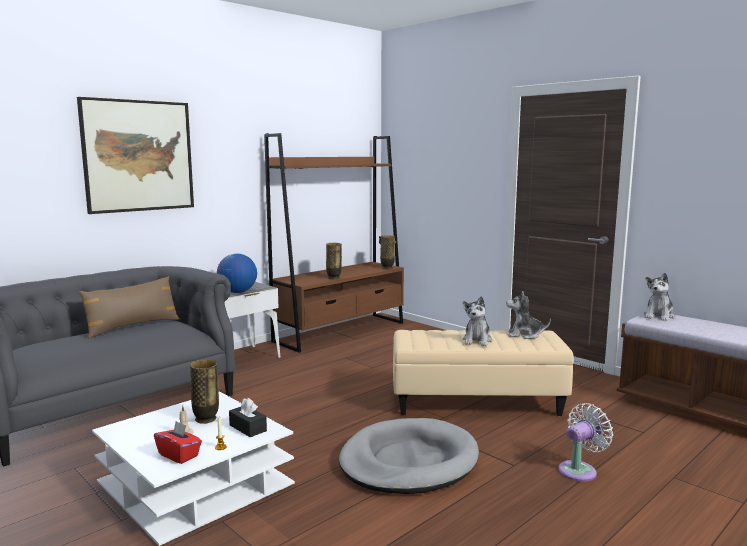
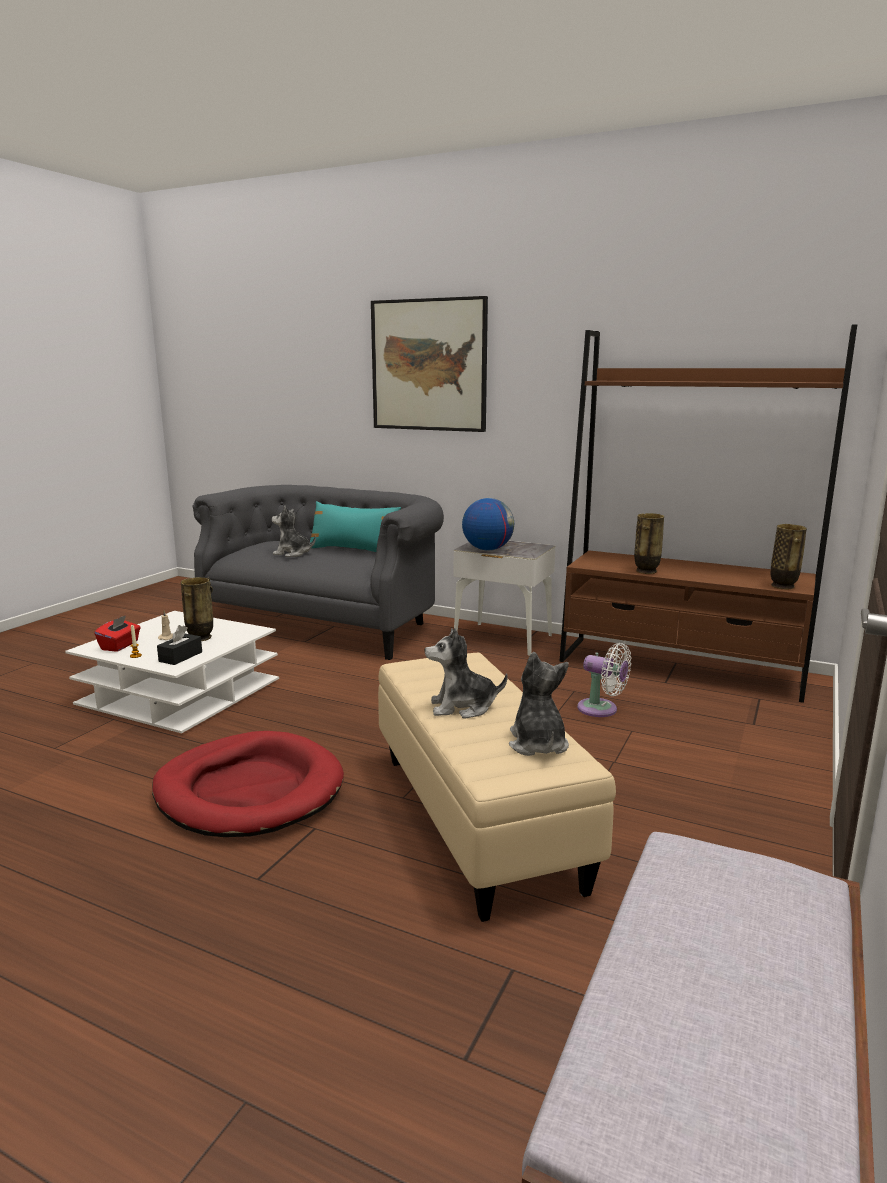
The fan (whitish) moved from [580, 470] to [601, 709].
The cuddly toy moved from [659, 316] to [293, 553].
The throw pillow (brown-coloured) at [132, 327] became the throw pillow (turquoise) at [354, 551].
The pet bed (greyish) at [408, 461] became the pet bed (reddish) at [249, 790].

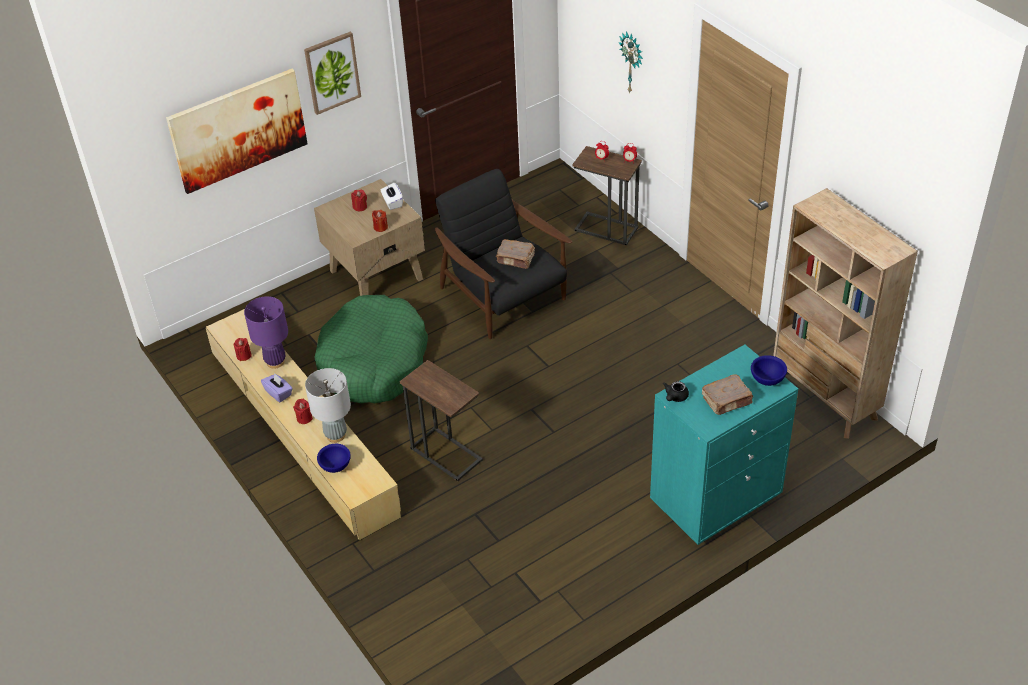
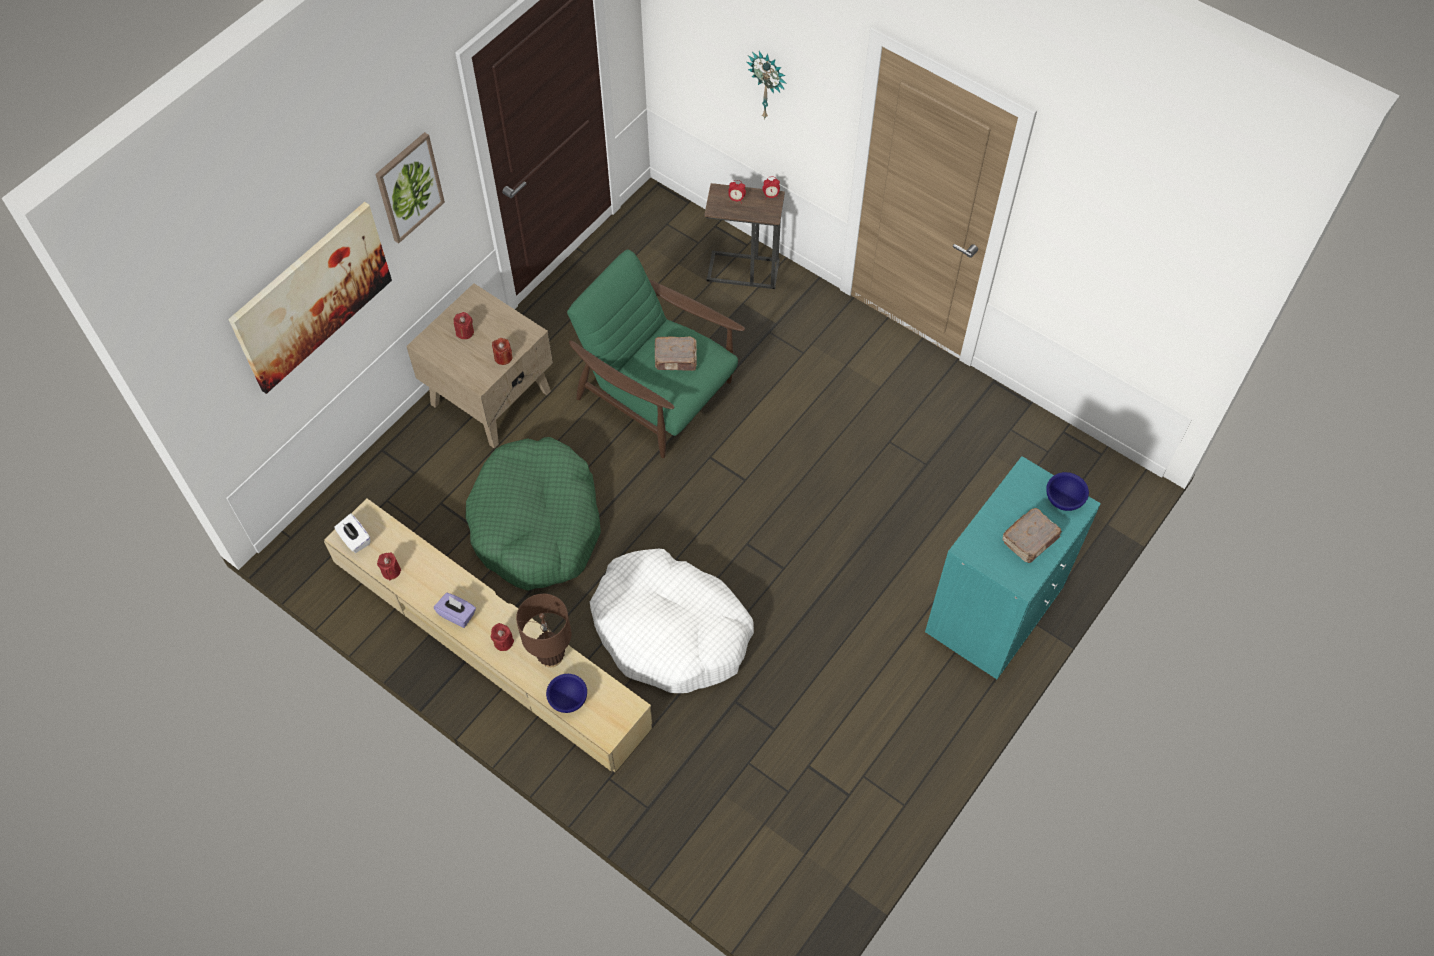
The tabletop lamp (purplish) at [275, 362] disappeared.
The tea pot (black) at [675, 397] disappeared.
The bookcase (beige) at [824, 398] disappeared.
The box of tissues (whitish) moved from [392, 203] to [355, 539].
The side table (brown-coloured) at [445, 454] was replaced by the pet bed (whitish) at [671, 630].
The tabletop lamp (greyish) at [335, 435] became the tabletop lamp (brown-coloured) at [551, 656].
The easy chair (black) at [504, 296] became the easy chair (green) at [657, 394].

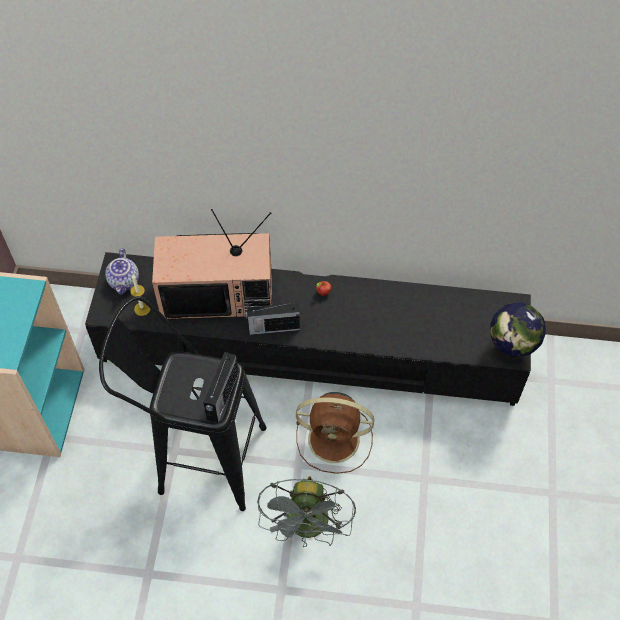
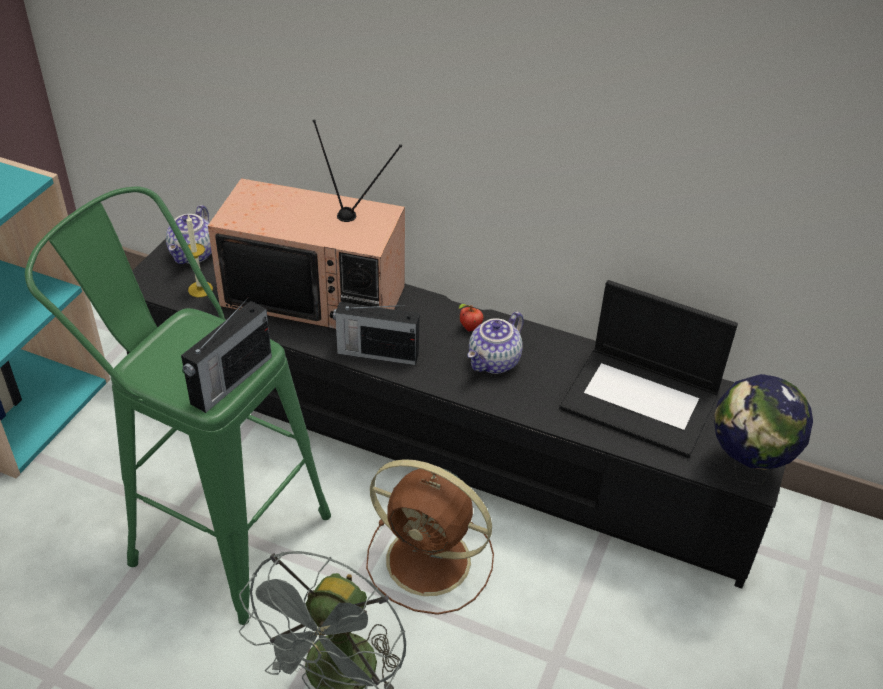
The tea pot at [495, 362] appeared.
The laptop at [641, 401] appeared.
The sitting stool (black) at [200, 456] became the sitting stool (green) at [214, 530].

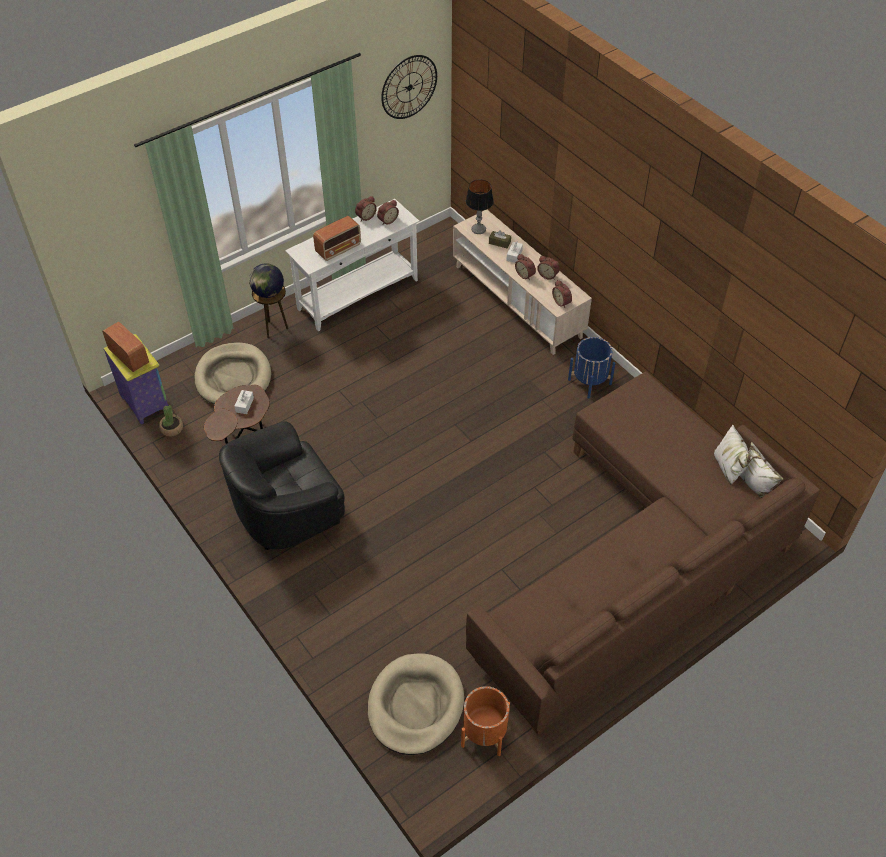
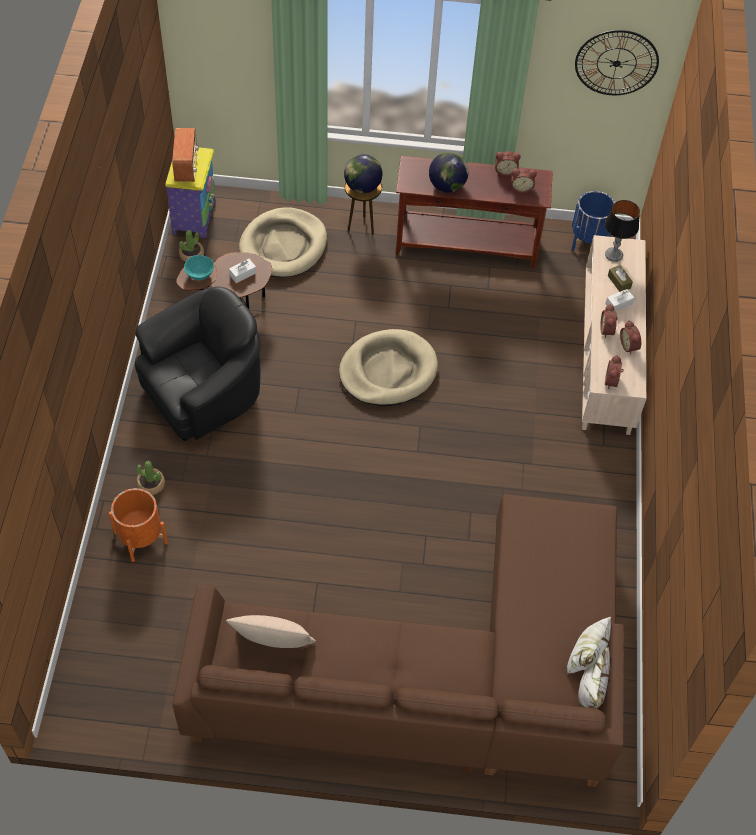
The houseplant at [151, 485] appeared.
The bowl (turquoise) at [199, 274] appeared.
The throw pillow (beige) at [273, 647] appeared.
The pet bed (beige) moved from [415, 706] to [388, 371].
The planter (orange) moved from [484, 733] to [140, 537].
The planter (blue-coloured) moved from [589, 382] to [588, 239].
The radio at [339, 249] was replaced by the world globe at [447, 186].
The narrow table (whitish) at [358, 294] became the narrow table (brown-coloured) at [467, 244].
The easy chair (black) at [287, 512] turned 135 degrees clockwise.

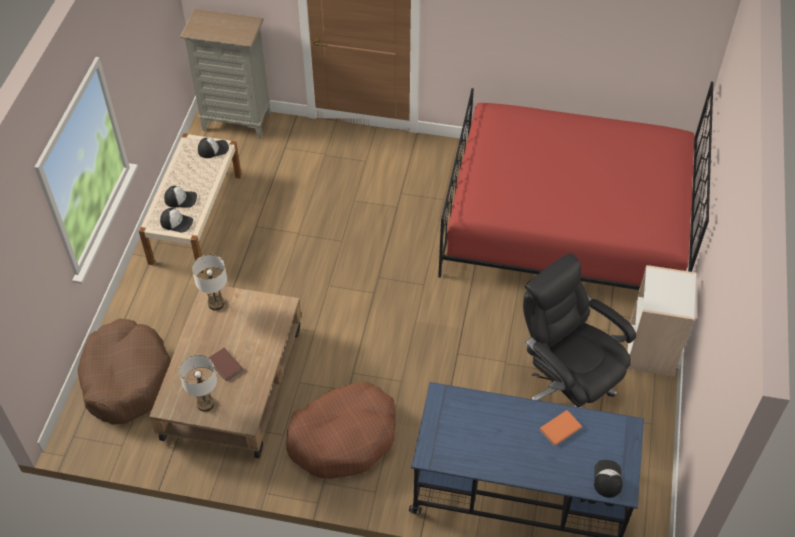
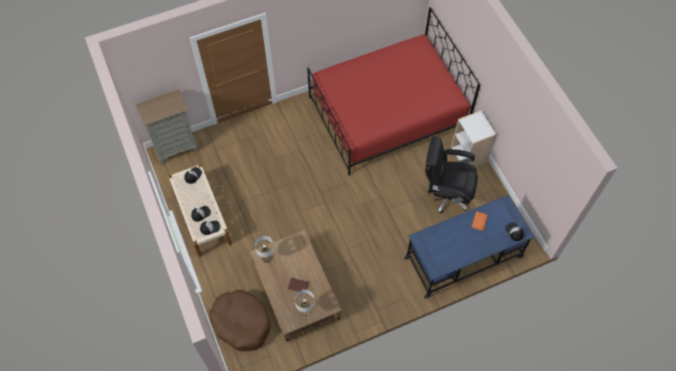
The pet bed (brown-coloured) at [344, 437] disappeared.

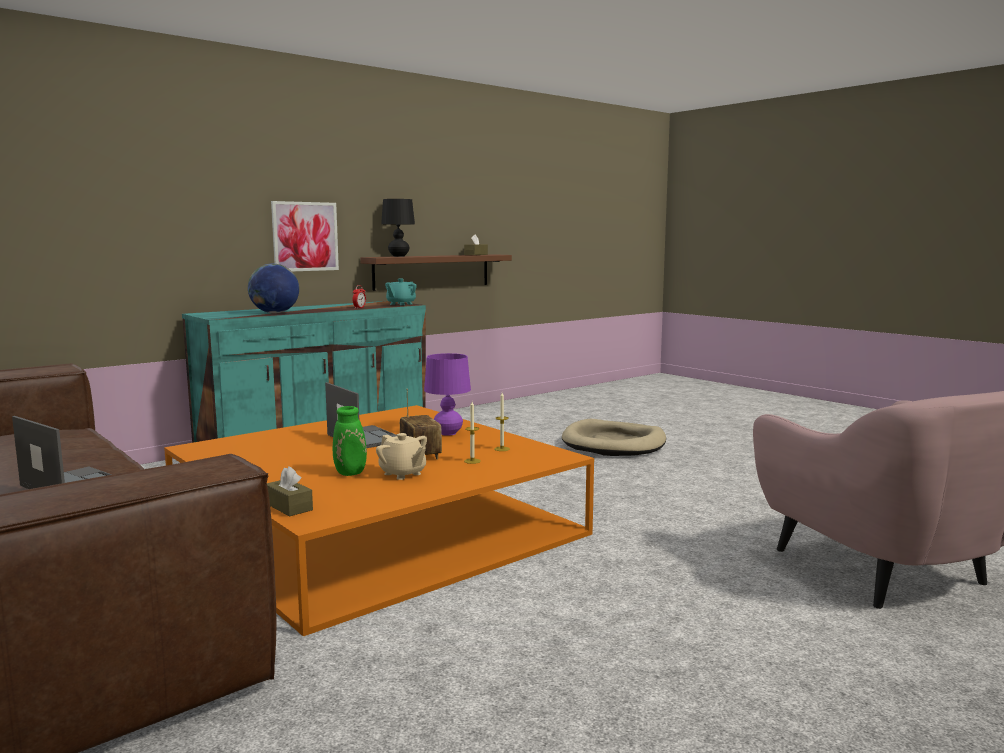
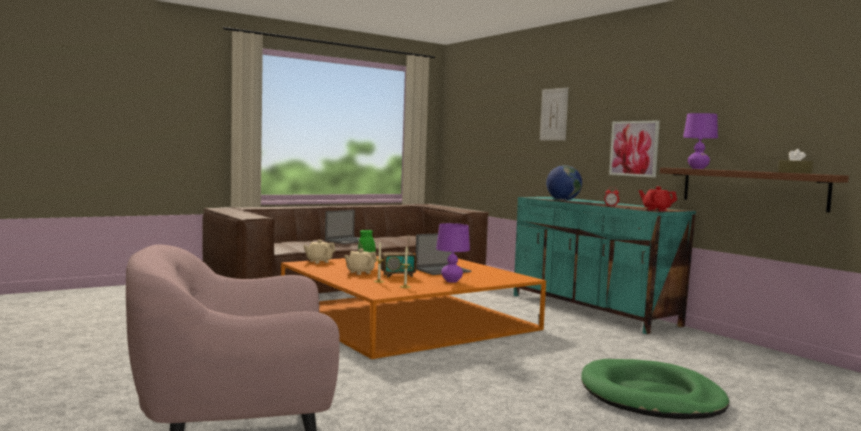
The wall art at [554, 114] appeared.
The box of tissues (brown-coloured) at [289, 507] was replaced by the tea pot (beige) at [319, 261].
The tabletop lamp (black) at [398, 256] became the tabletop lamp (purplish) at [698, 168].
The tea pot (turquoise) at [401, 304] became the tea pot (reddish) at [656, 210].
The pet bed (beige) at [614, 443] became the pet bed (green) at [651, 396].

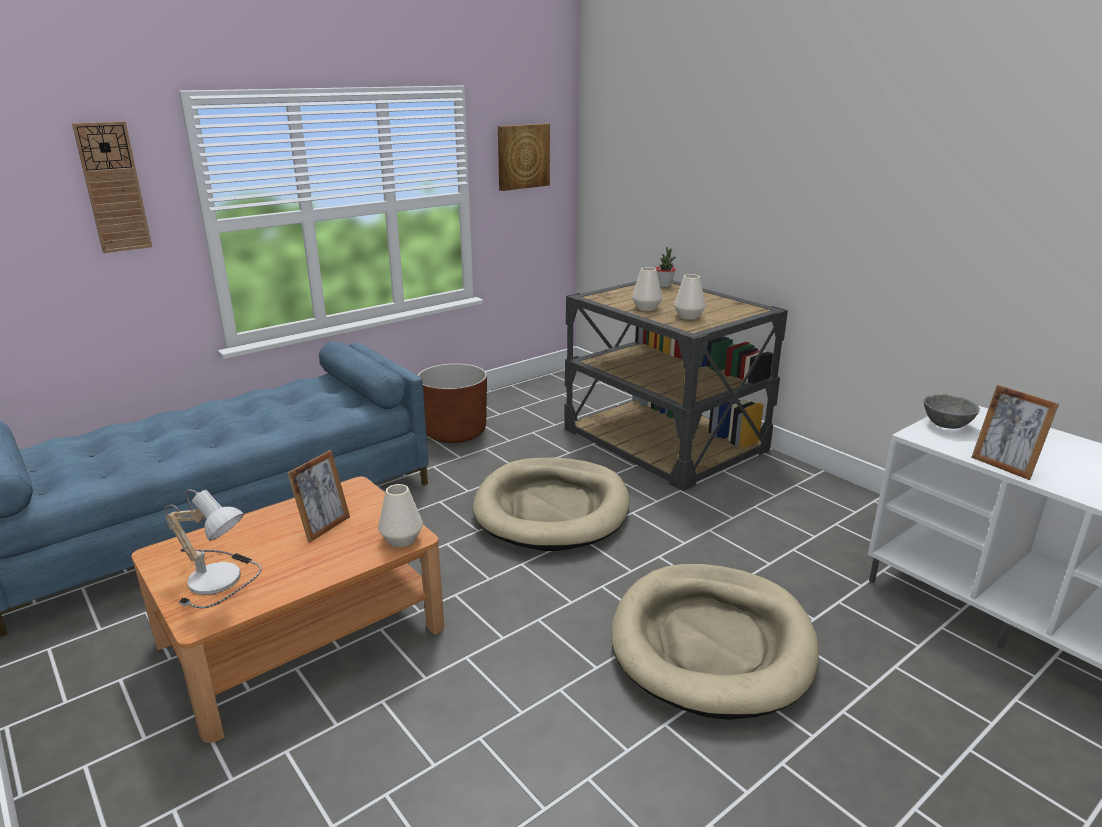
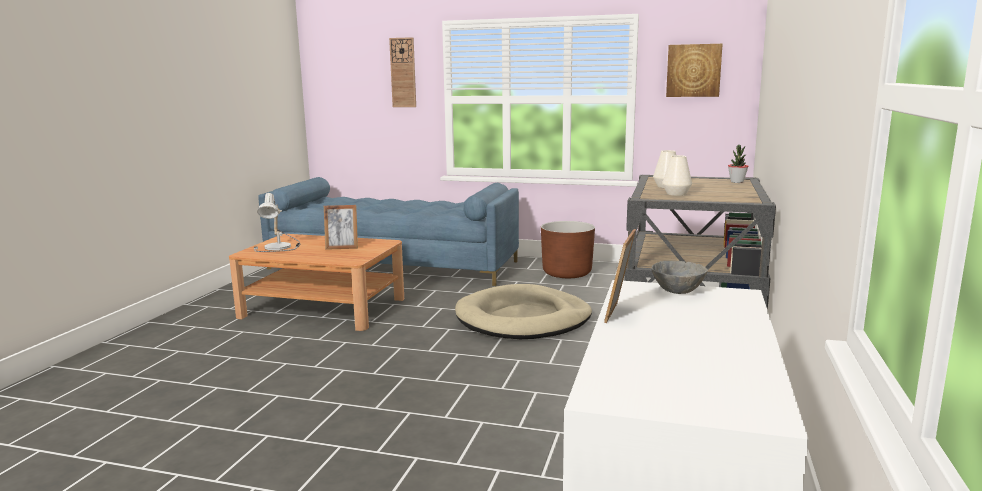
The flower vase (whitish) at [402, 539] disappeared.
The pet bed (beige) at [711, 643] disappeared.

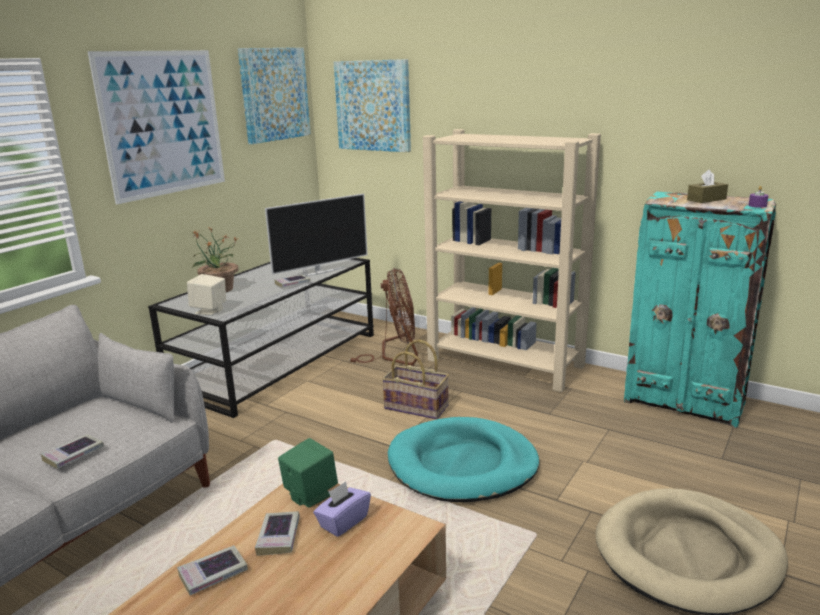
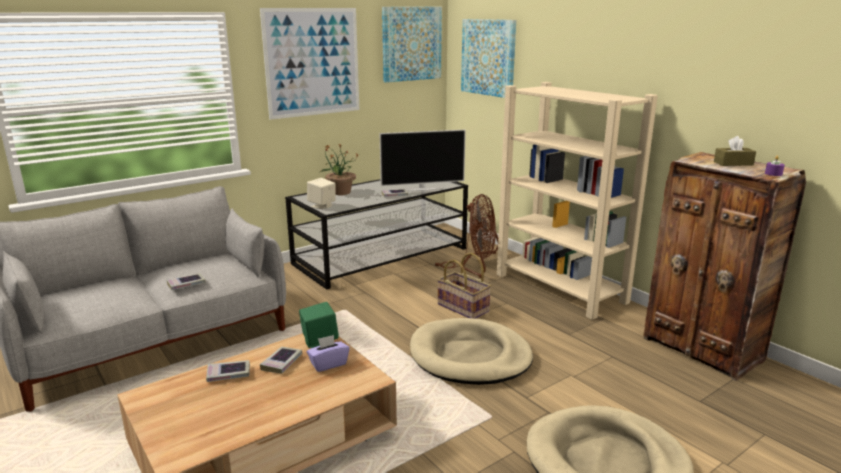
The pet bed (turquoise) at [462, 465] became the pet bed (beige) at [470, 356].
The storage cabinet (turquoise) at [685, 401] became the storage cabinet (brown-coloured) at [703, 349].

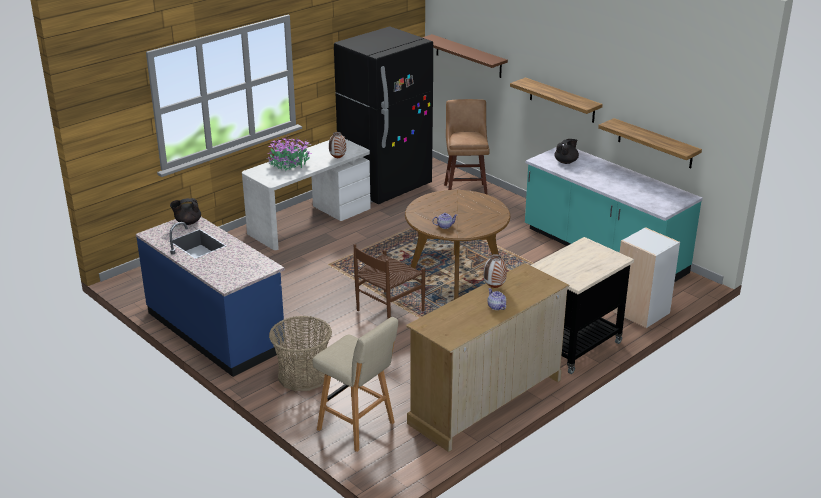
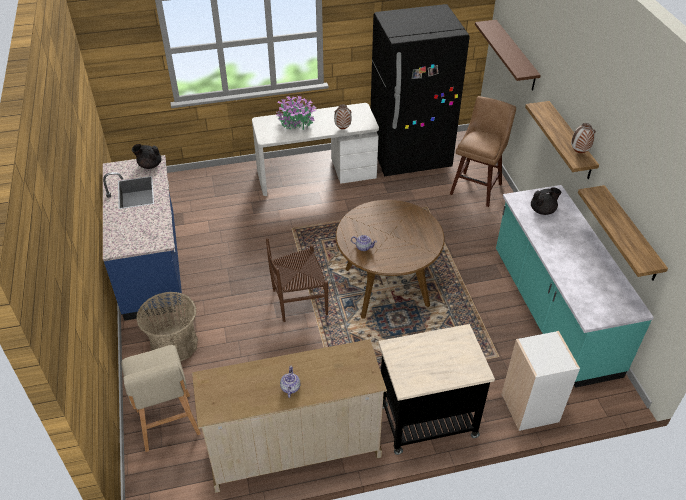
The flower vase moved from [494, 287] to [579, 152].

